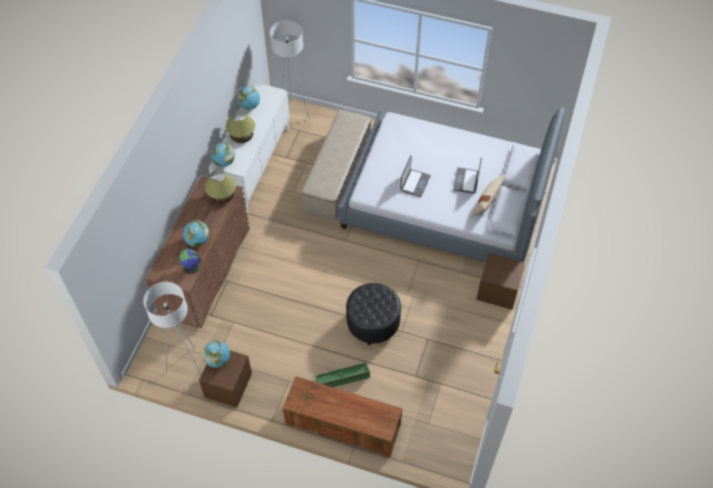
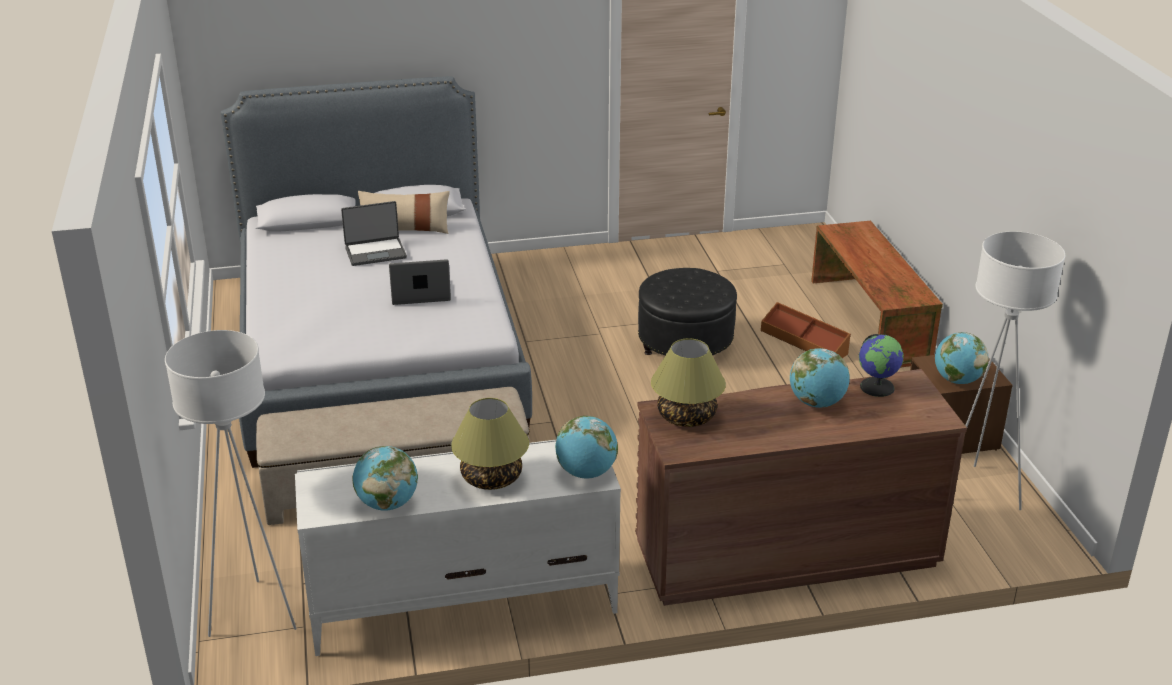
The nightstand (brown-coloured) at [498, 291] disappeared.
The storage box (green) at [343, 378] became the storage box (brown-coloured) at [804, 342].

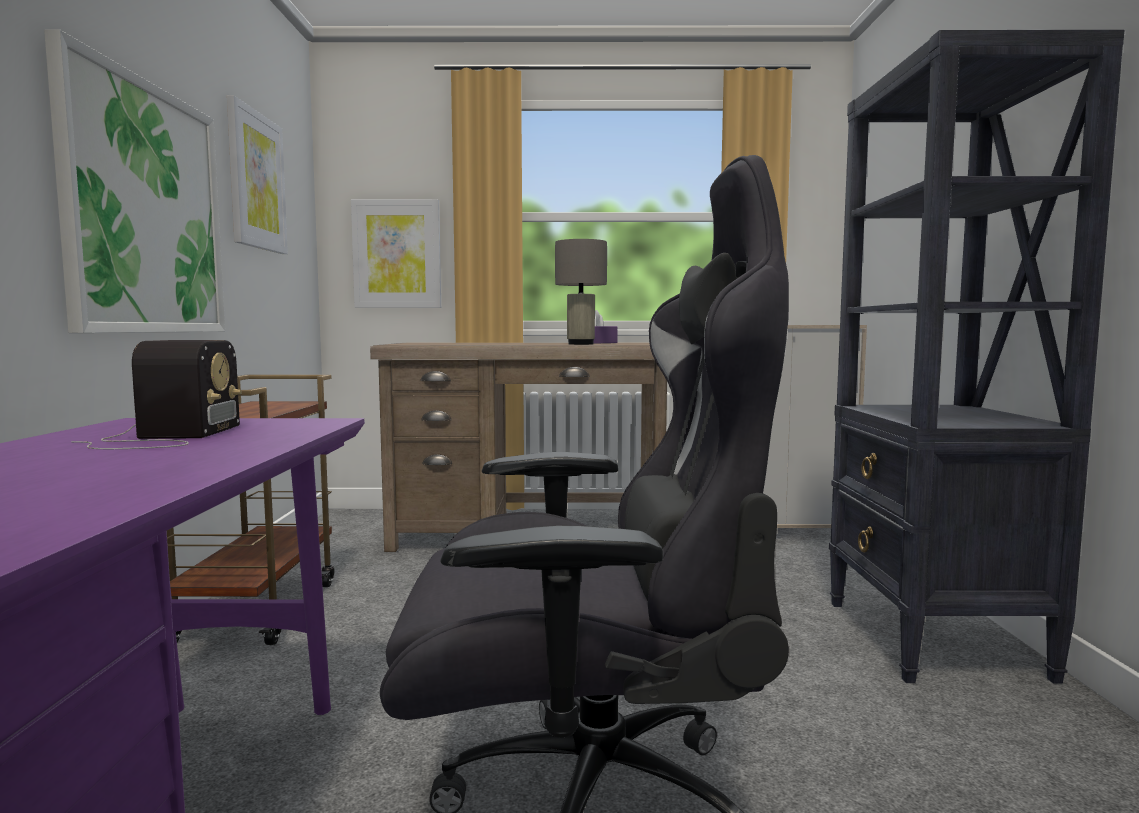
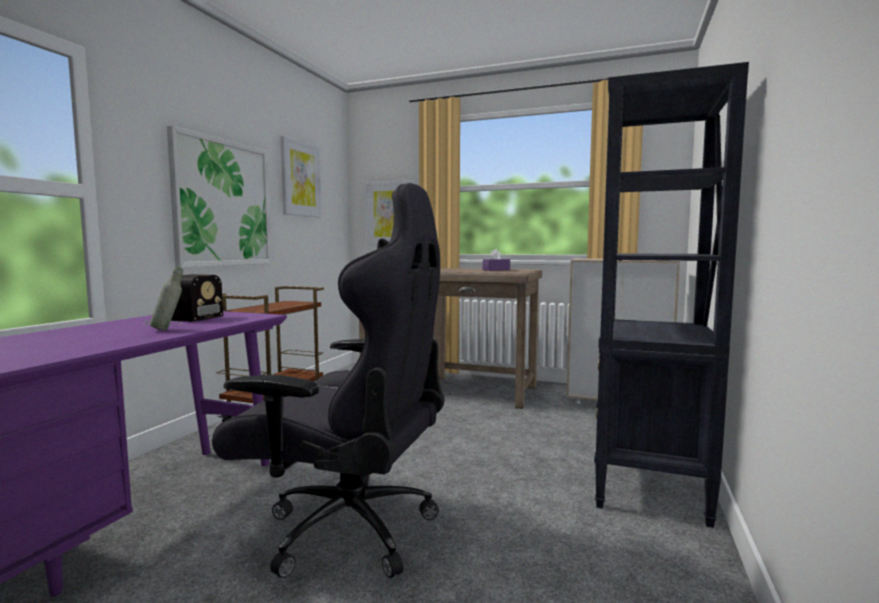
The tabletop lamp (greyish) at [580, 344] disappeared.
The beverage bottle (greyish) at [168, 329] appeared.

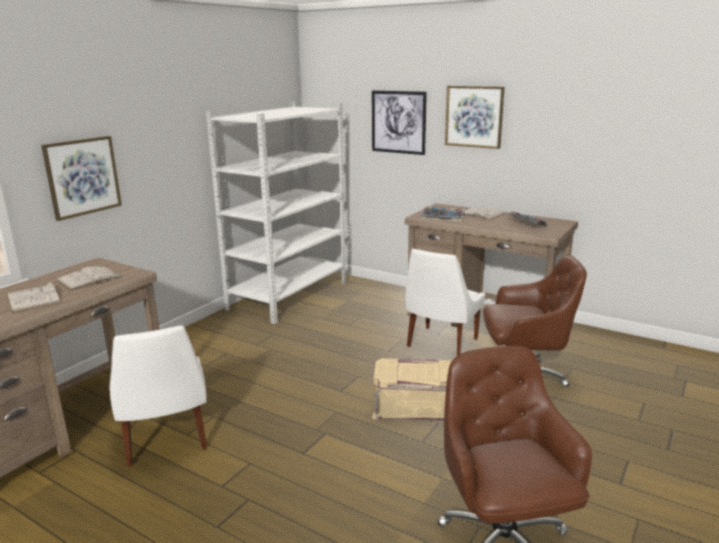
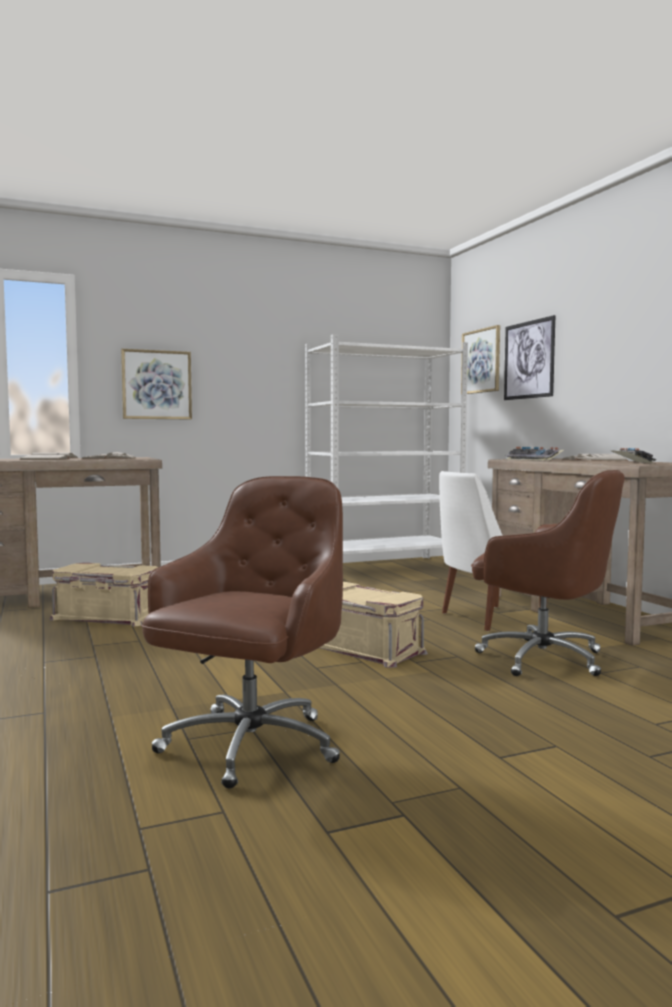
The wall art moved from [474, 116] to [481, 361].
The plain chair (whitish) at [166, 441] was replaced by the storage box (beige) at [106, 616].

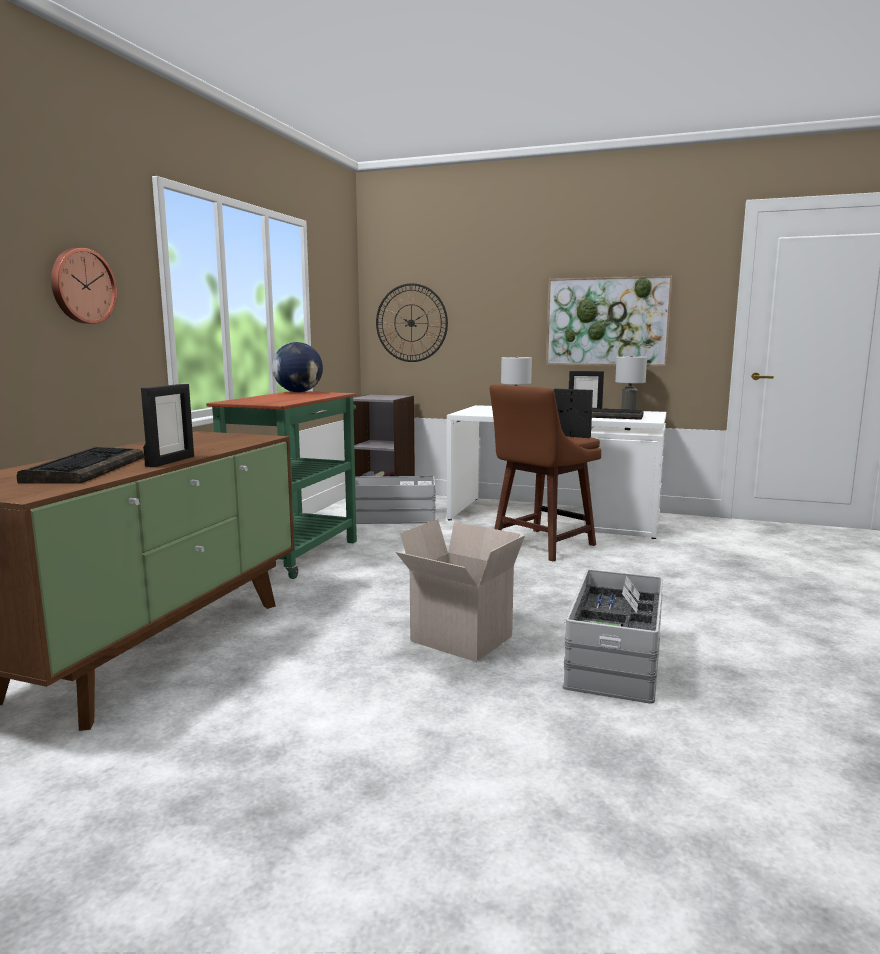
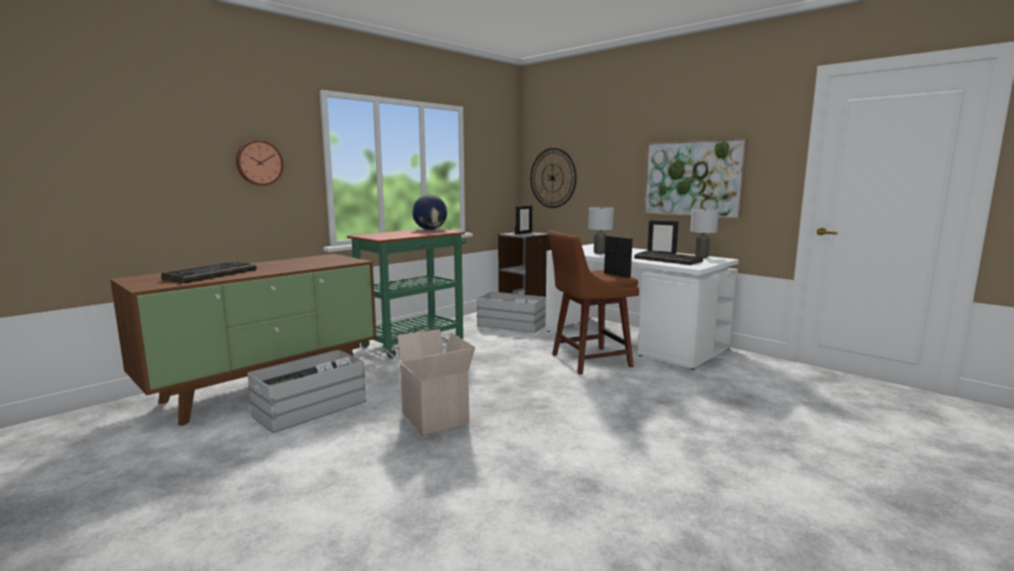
The photo frame moved from [170, 461] to [523, 233].
The storage box (greyish) moved from [613, 660] to [310, 407].

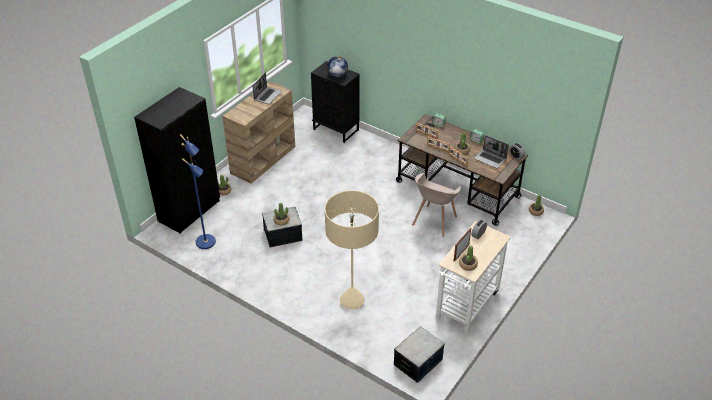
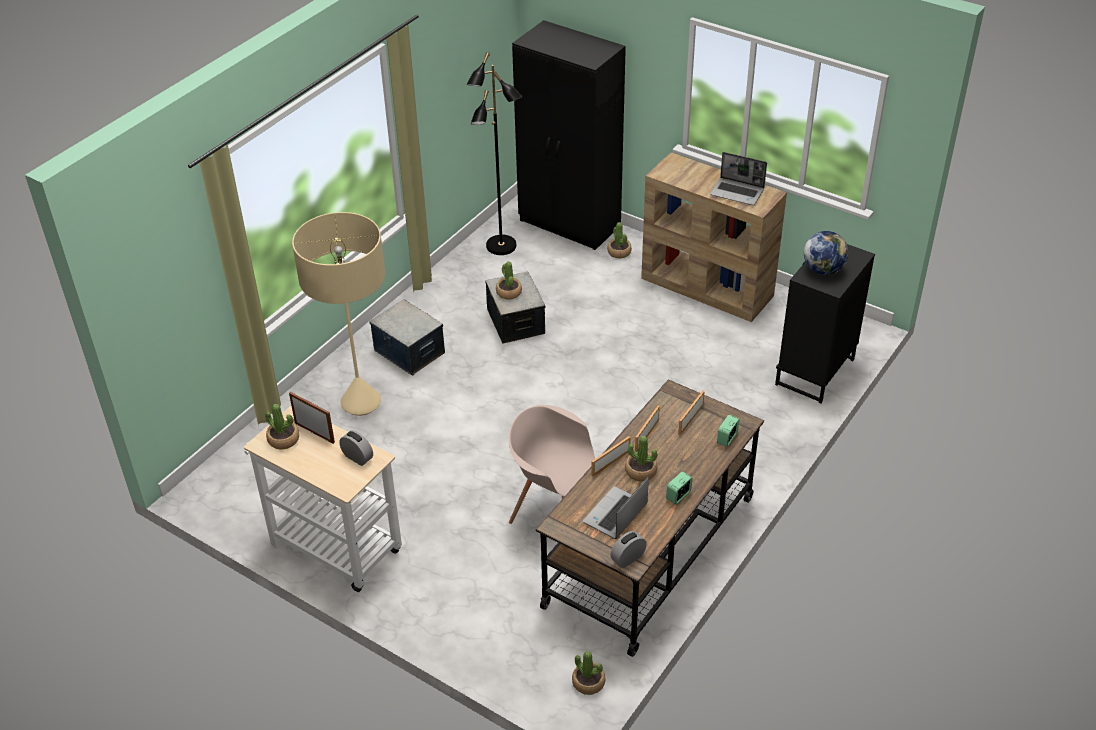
The storage box moved from [418, 362] to [409, 352].
The standard lamp (blue-coloured) at [206, 242] became the standard lamp (black) at [501, 246].

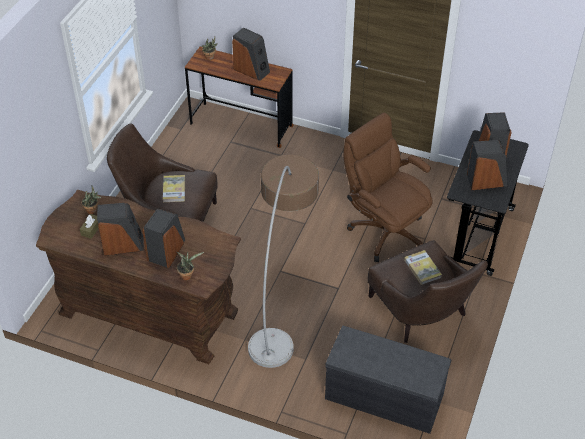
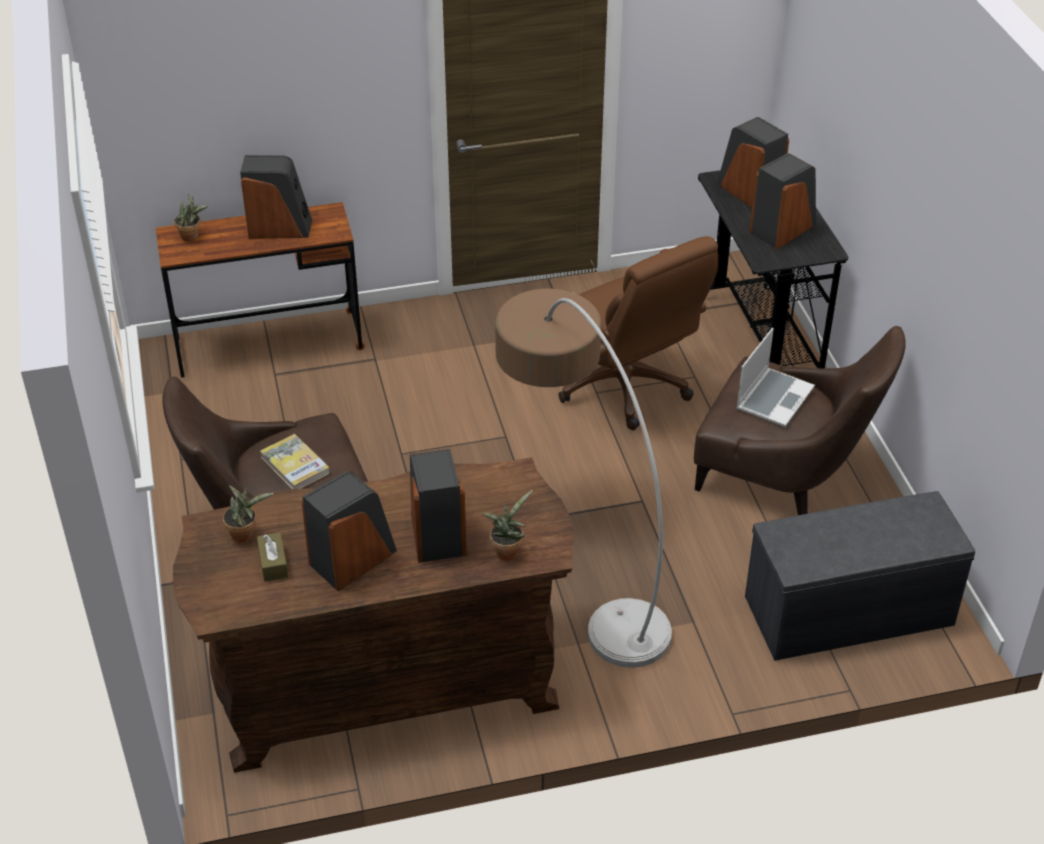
The volume at [422, 268] was replaced by the laptop at [774, 398].
The office chair (brown-coloured) at [384, 229] turned 135 degrees counterclockwise.

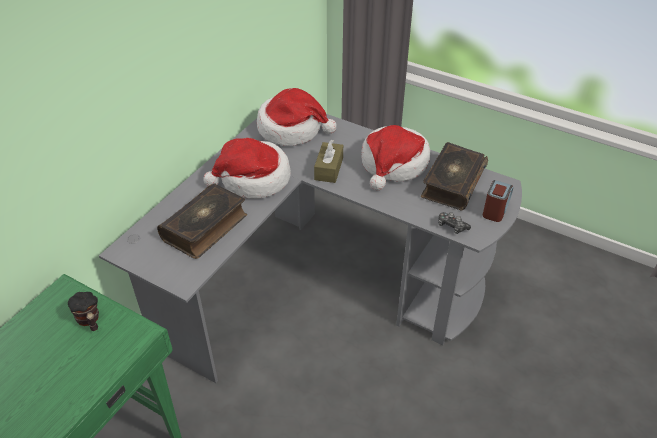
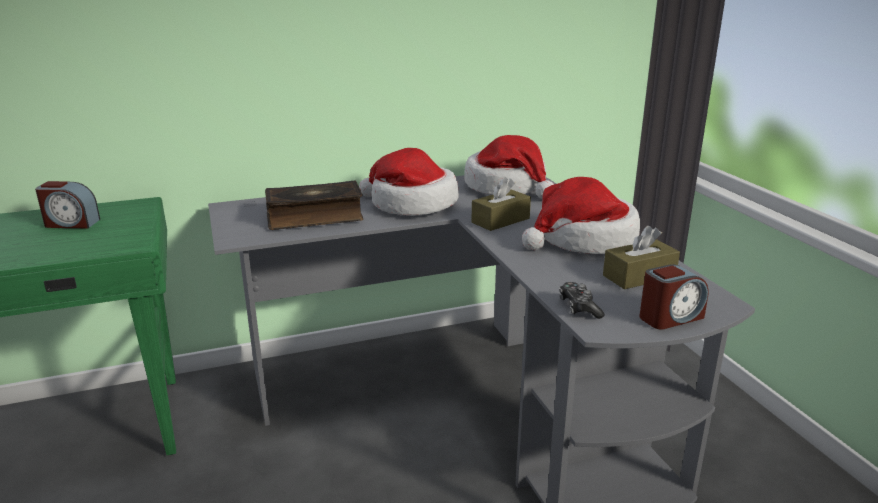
The coffee mug at [90, 321] disappeared.
The bedside clock at [71, 223] appeared.
The volume at [452, 183] was replaced by the box of tissues (brown-coloured) at [639, 276].

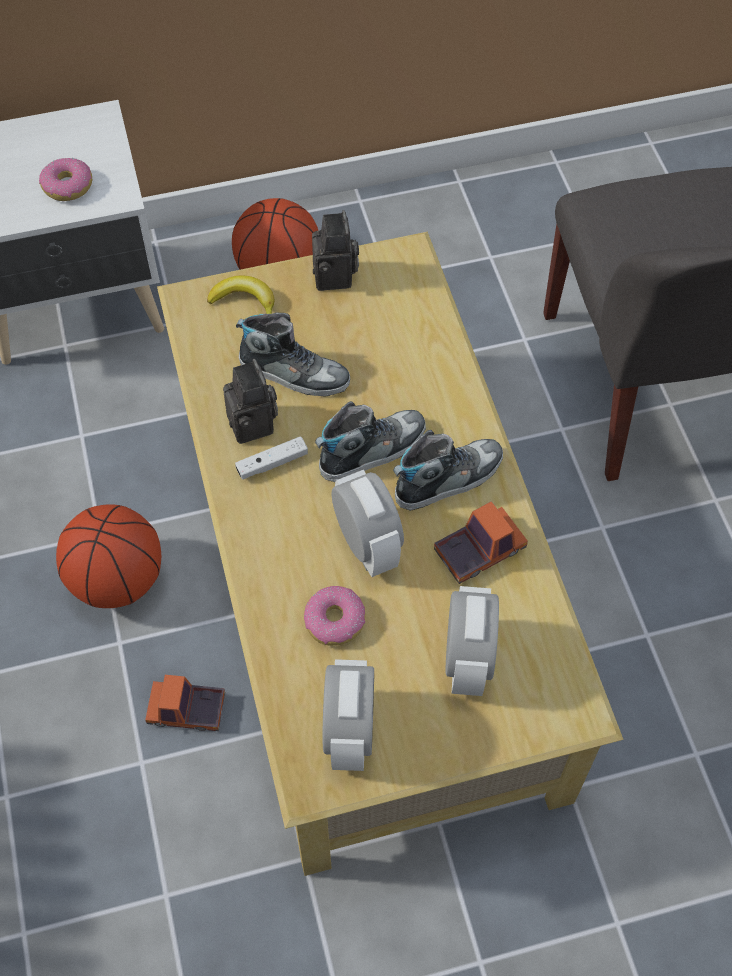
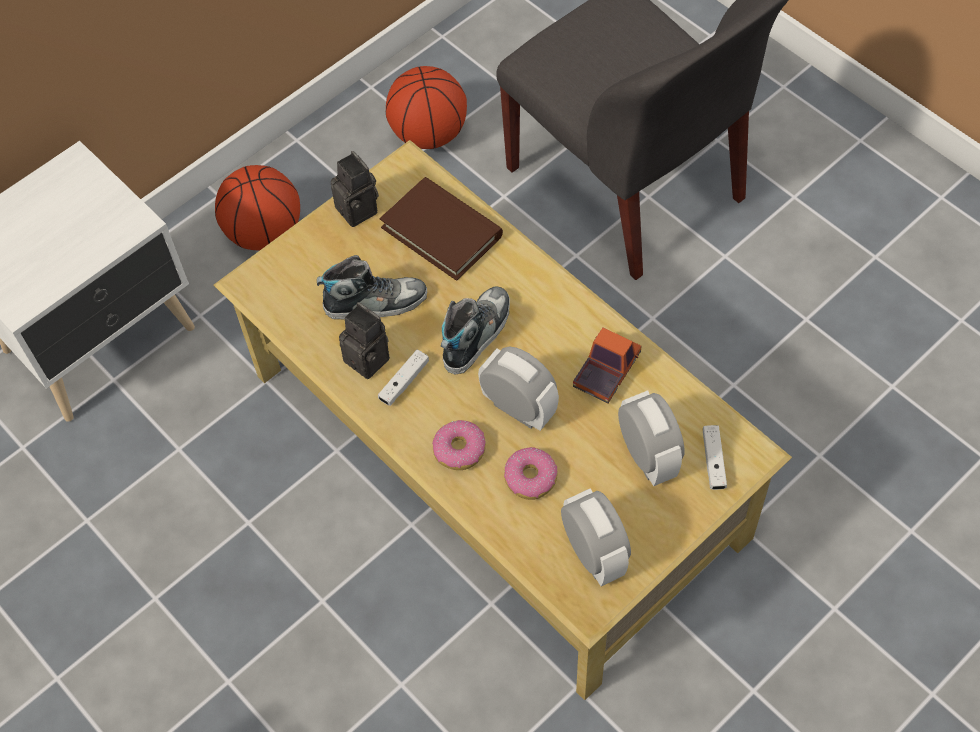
The model truck at [187, 710] disappeared.
The banana fruit at [245, 301] disappeared.
The low shoe at [448, 478] disappeared.
The volume (brown-coloured) at [442, 232] appeared.
The gamepad (whitish) at [713, 461] appeared.
The ring doughnut moved from [68, 186] to [459, 449].
The basketball ball moved from [117, 580] to [429, 134].

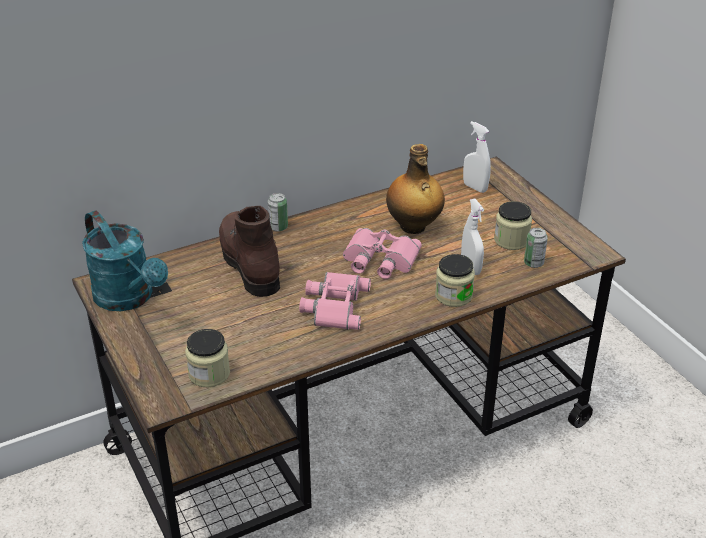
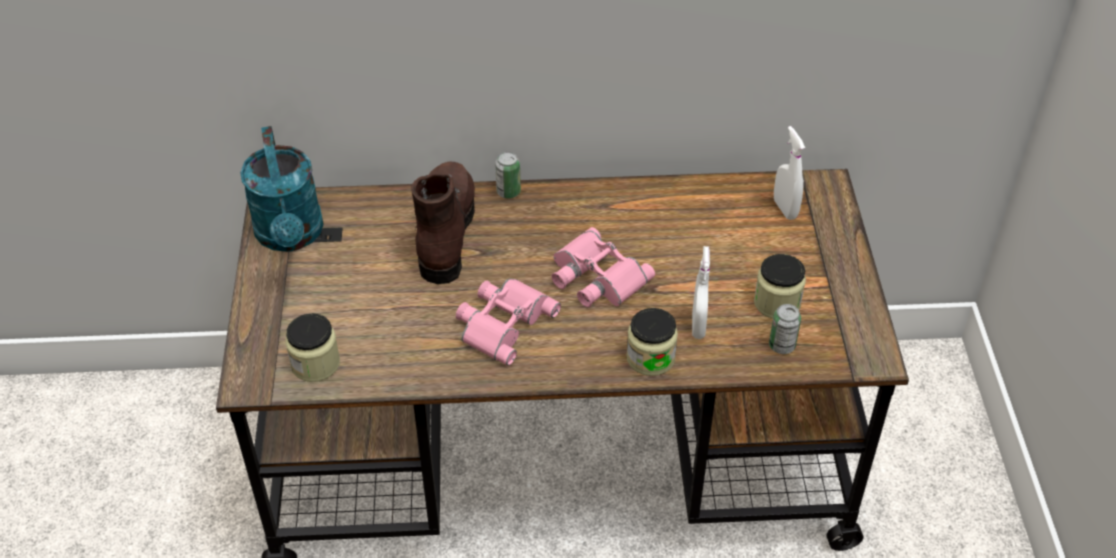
The beverage bottle at [413, 227] disappeared.

